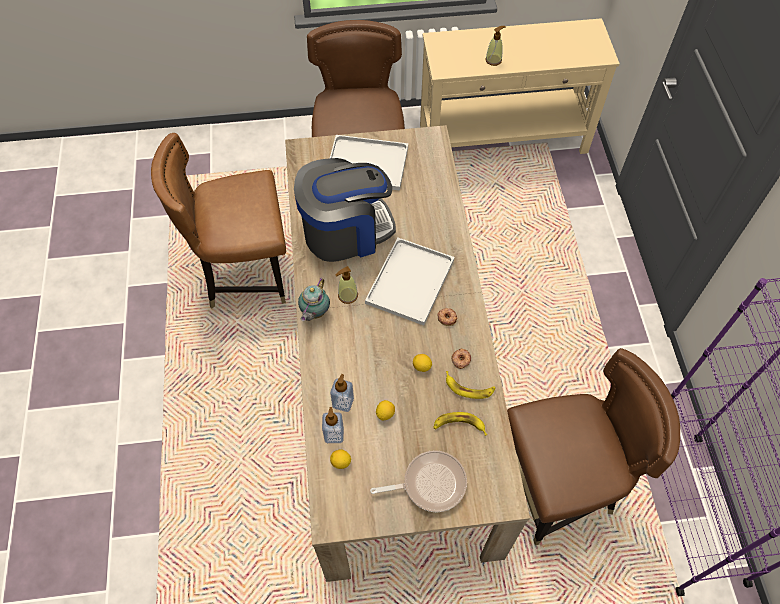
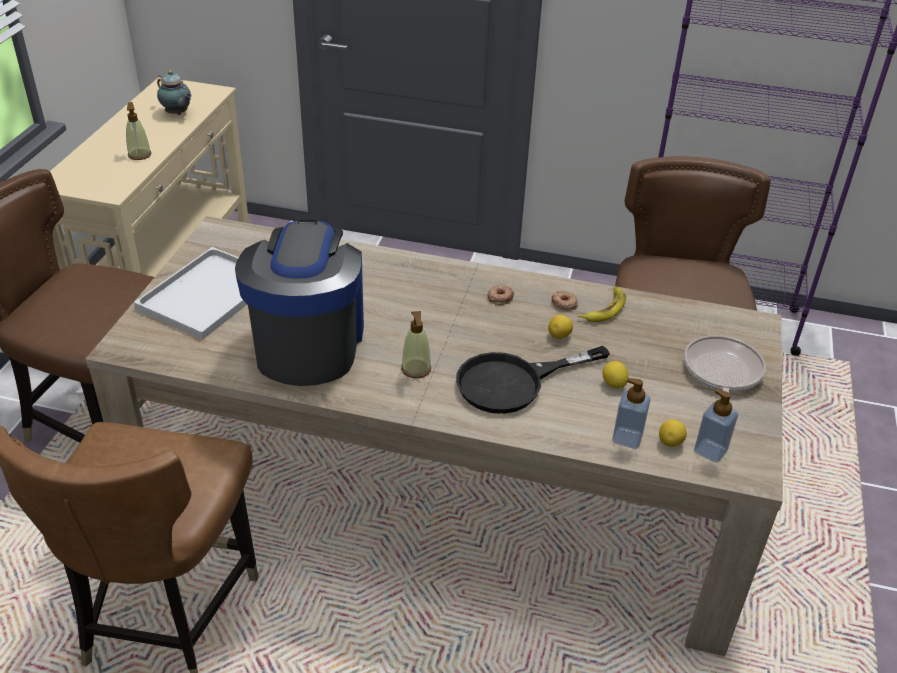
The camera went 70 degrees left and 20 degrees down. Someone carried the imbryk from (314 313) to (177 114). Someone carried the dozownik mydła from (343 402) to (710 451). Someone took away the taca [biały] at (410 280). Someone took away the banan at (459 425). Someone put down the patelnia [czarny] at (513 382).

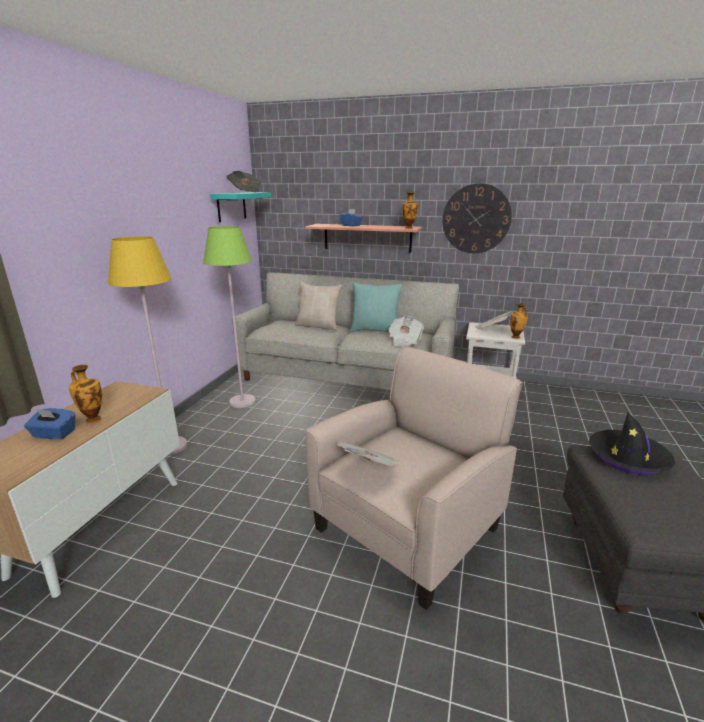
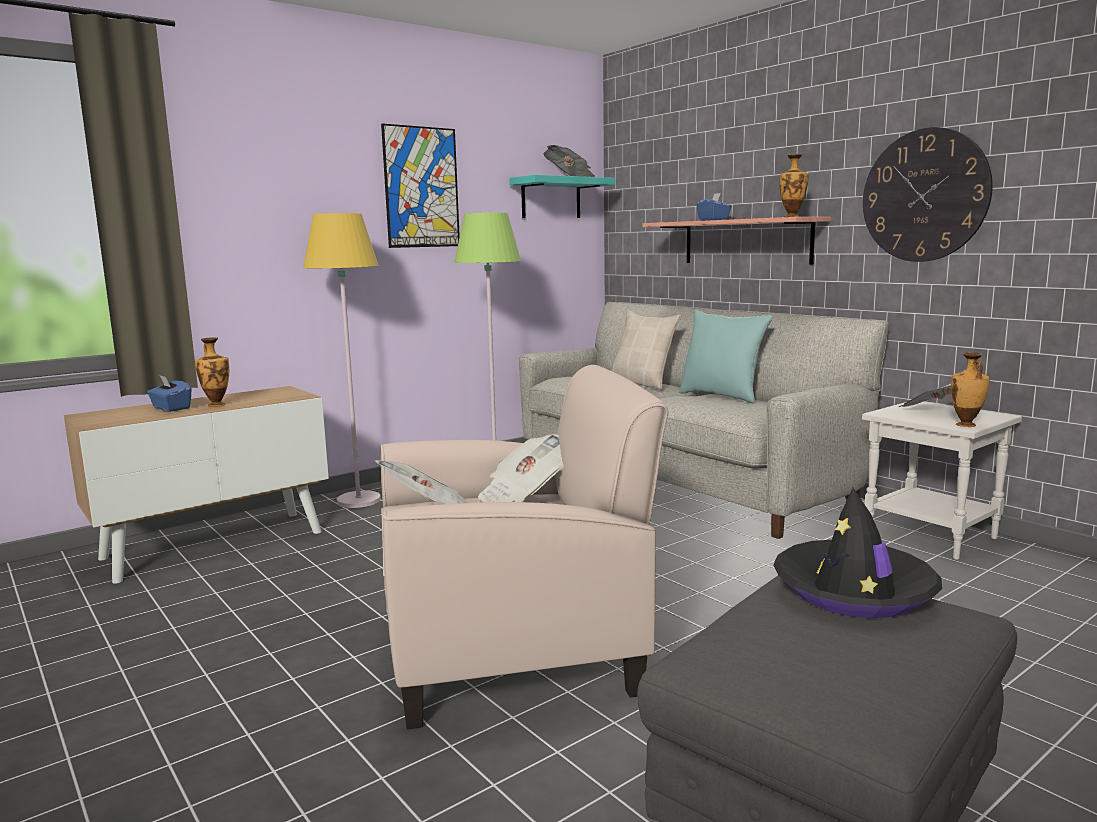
The camera went 35 degrees right and 10 degrees down. Someone carried the gazeta from (404 341) to (524 493). Someone put up the obraz at (421 187).

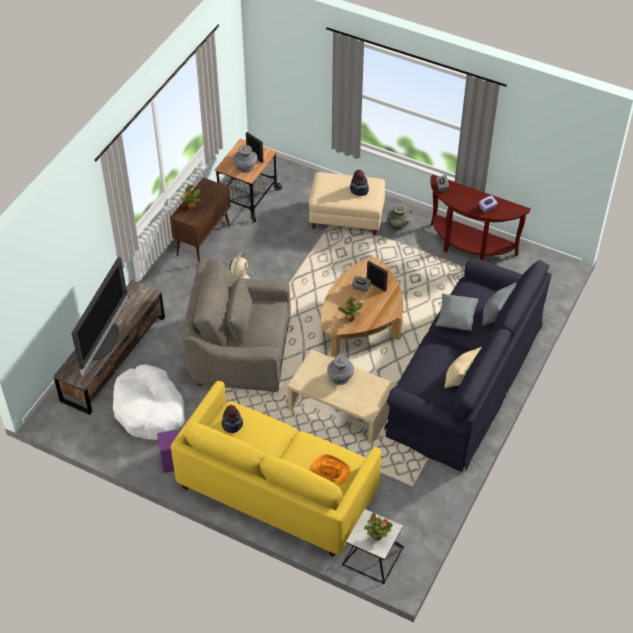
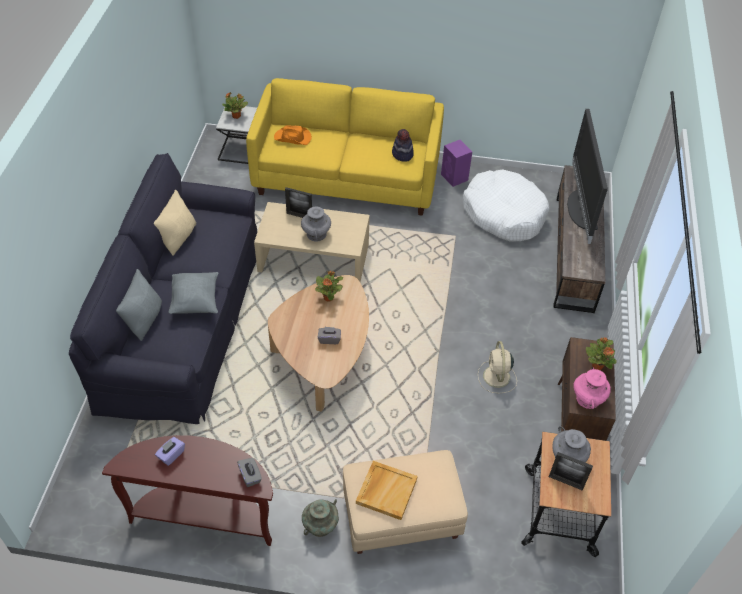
The camera went 160 degrees right and 0 degrees up. Someone took away the fotel [szary] at (240 351). Someone swapped the kapelusz at (359 190) for the taca [beżowy] at (386 490). Someone carried the ramka na zdjęcie from (376 285) to (299 216). Someone put down the wazon [różowy] at (588 398).

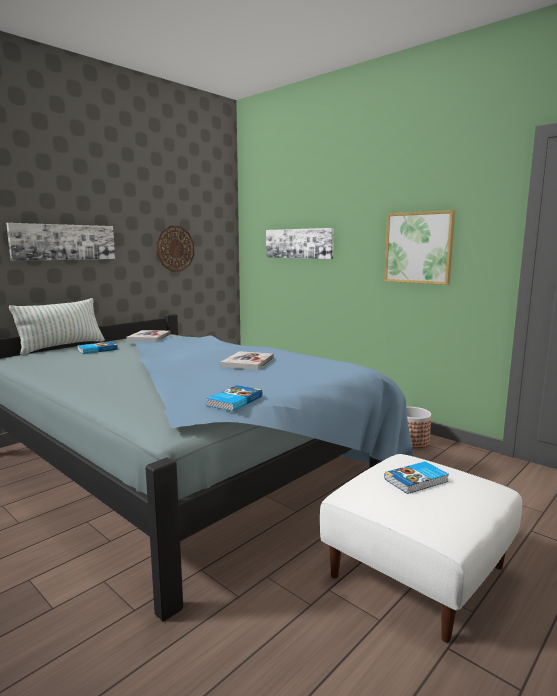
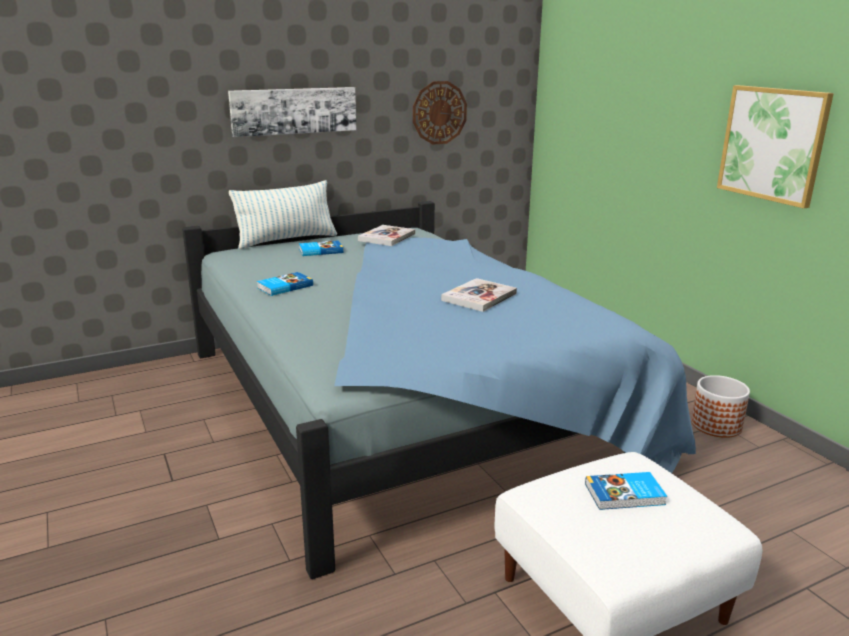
The camera went 20 degrees right and 10 degrees up. Someone carried the książka from (234 401) to (284 286). Someone took away the obraz at (299 243).

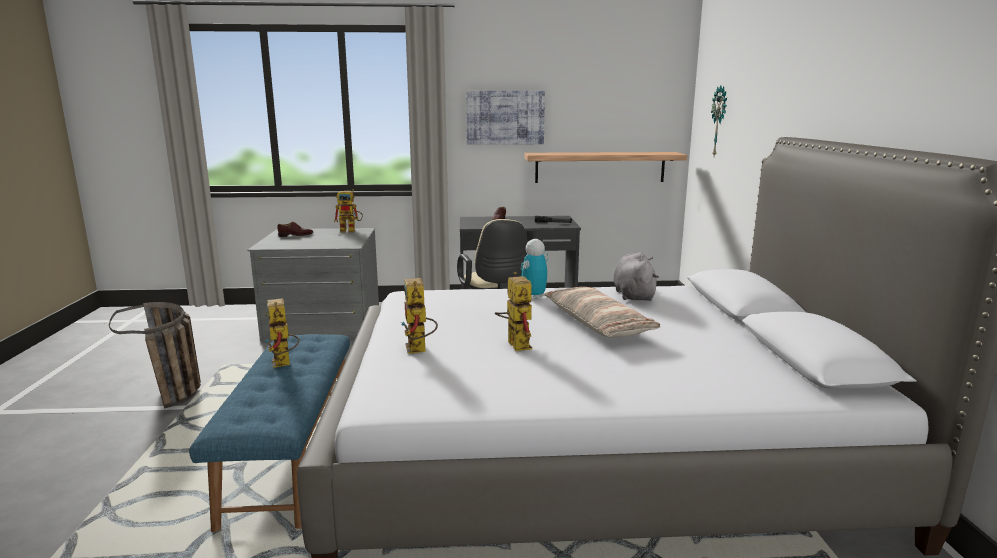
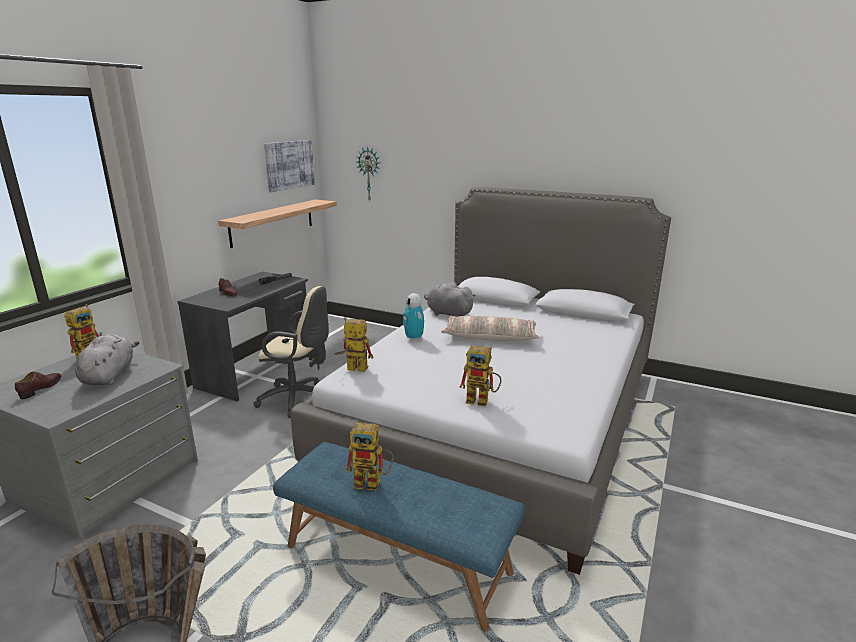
The camera went 60 degrees left and 5 degrees up. Someone carried the obraz from (505 117) to (289 165). Someone carried the robot zabawkowy from (514 343) to (352 369). Someone put down the pluszak [szary] at (109 375).

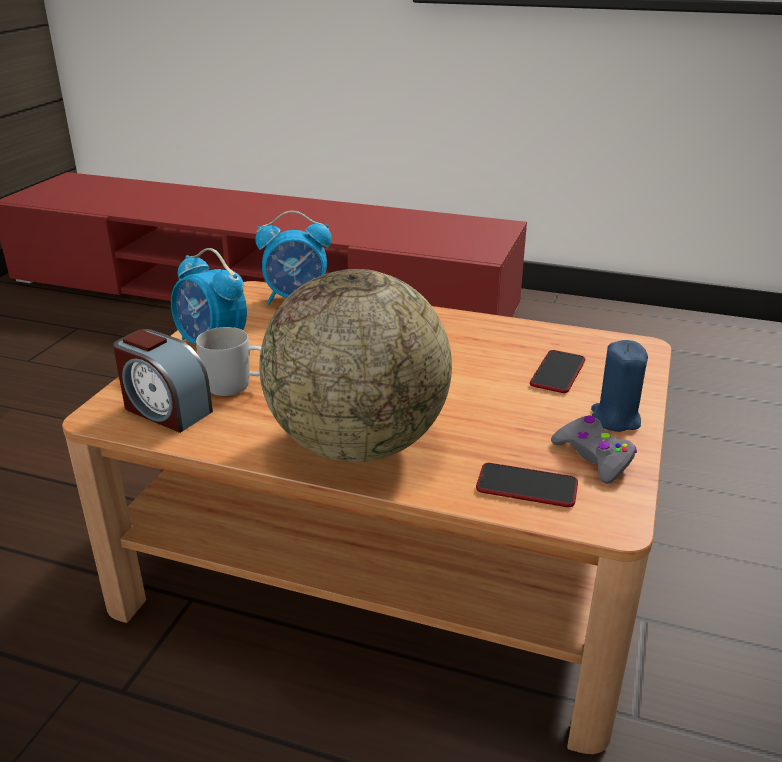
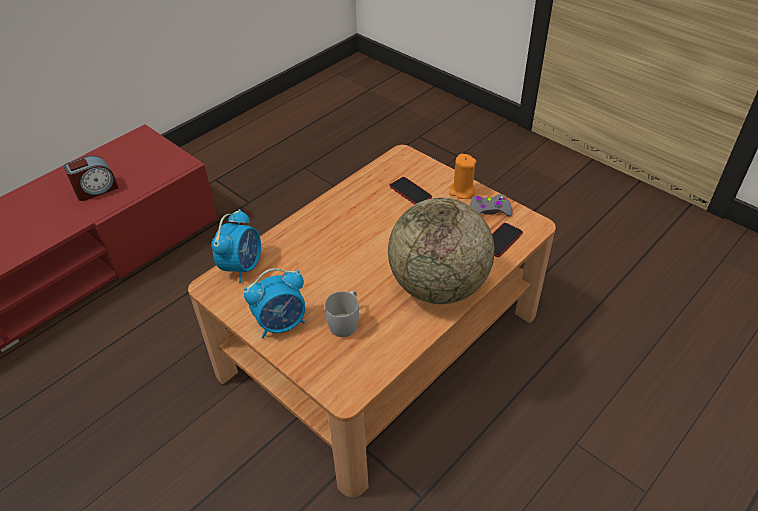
The camera went 65 degrees left and 15 degrees up. Someone carried the budzik from (165 410) to (96 189). Someone repainted the świeca [niebieski] at (615 418), which became the świeca [pomarańczowy] at (462 191).

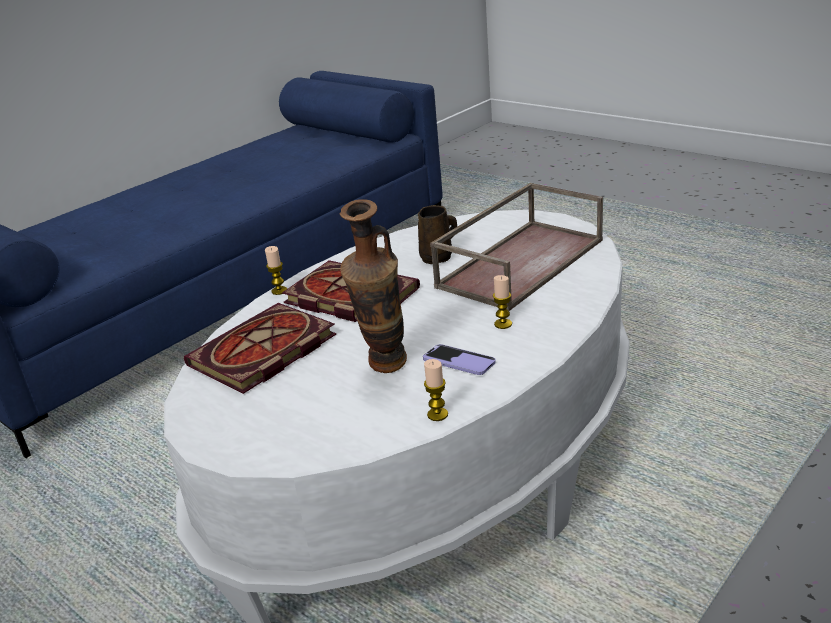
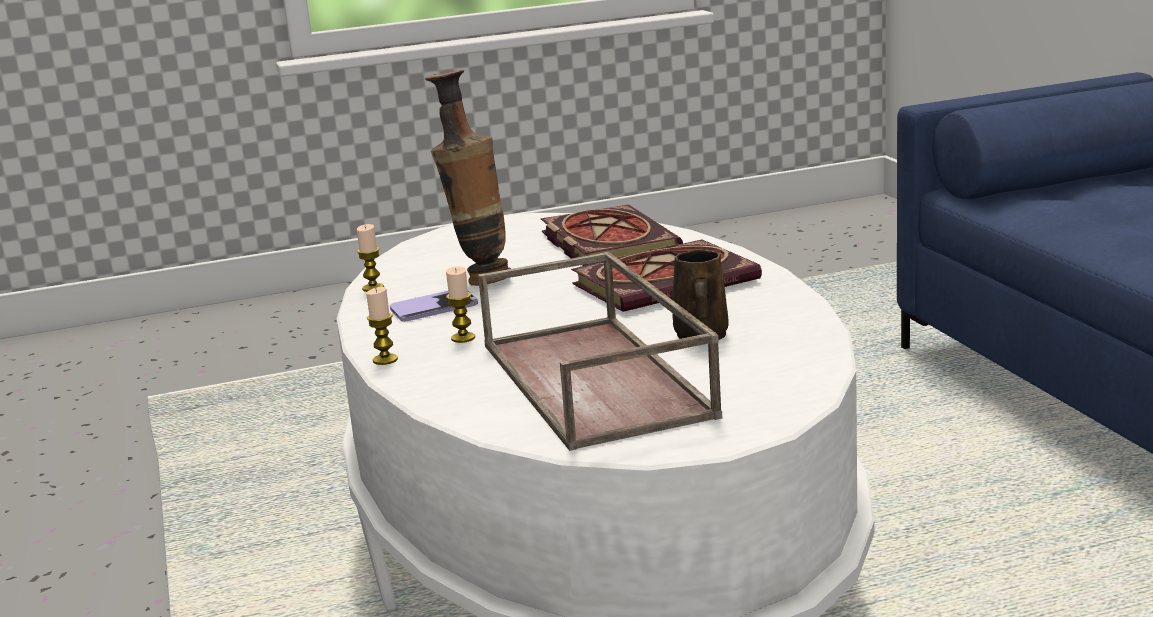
The camera went 120 degrees right and 10 degrees down. Someone carried the świeca from (279 291) to (385 360).

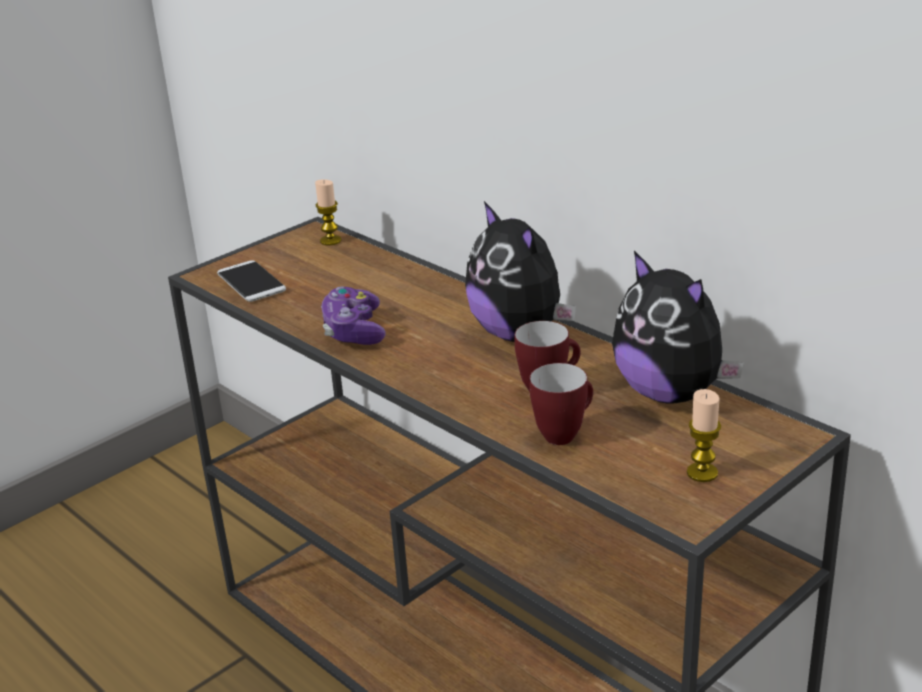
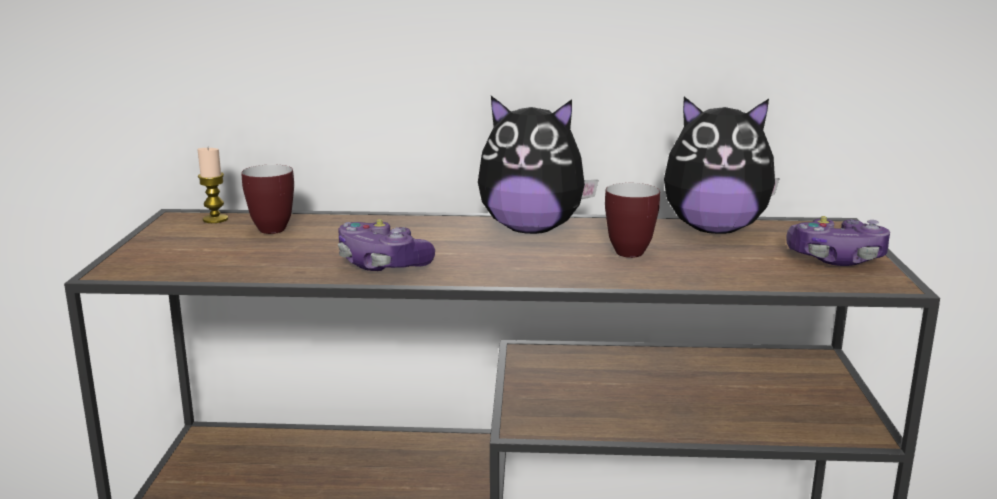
The camera went 45 degrees left and 10 degrees down. Someone took away the telefon at (251 282). Someone carried the kubek from (564 433) to (273 227). Someone swapped the świeca at (702 473) for the pad do gier at (836 259).

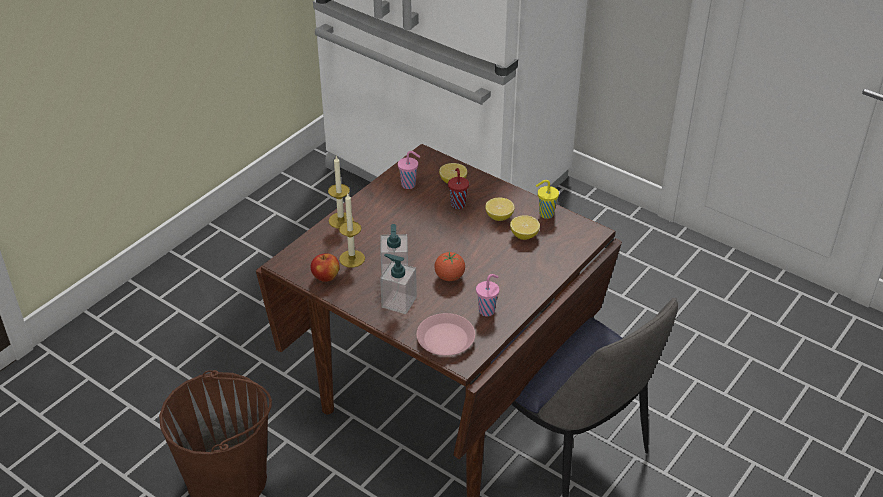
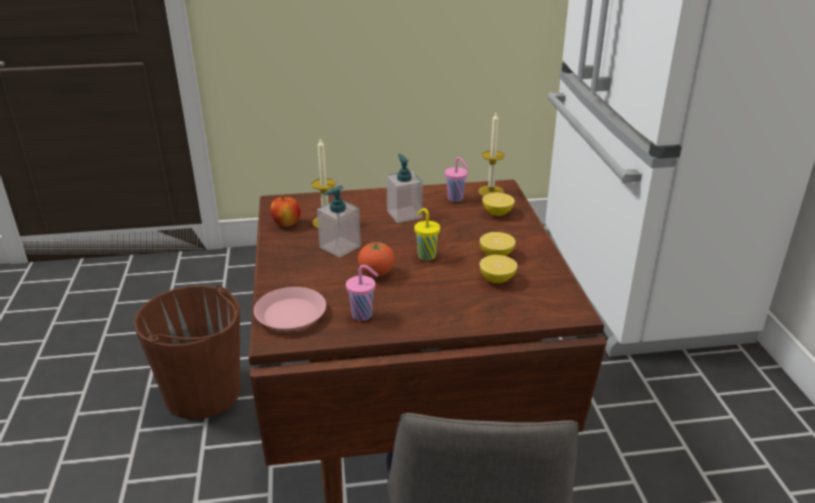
The camera went 45 degrees right and 10 degrees down. Someone carried the świeca from (341 220) to (491 191). Someone carried the dozownik mydła from (398 302) to (404 214). Someone took away the filiżanka [czerwony] at (458 204). Someone carried the filiżanka [żółty] from (545 214) to (426 255).

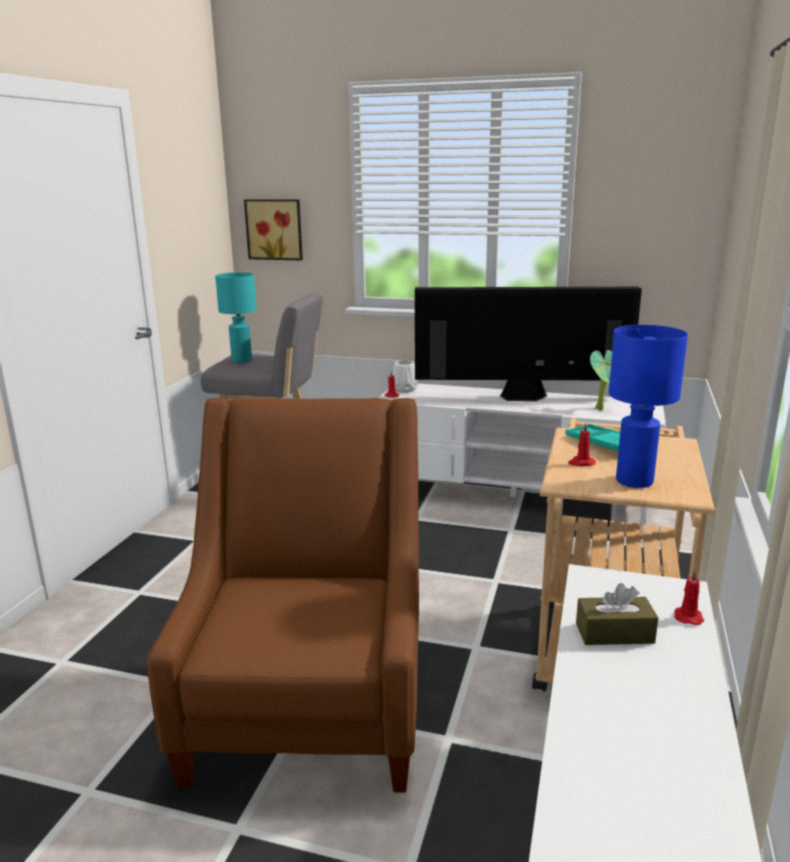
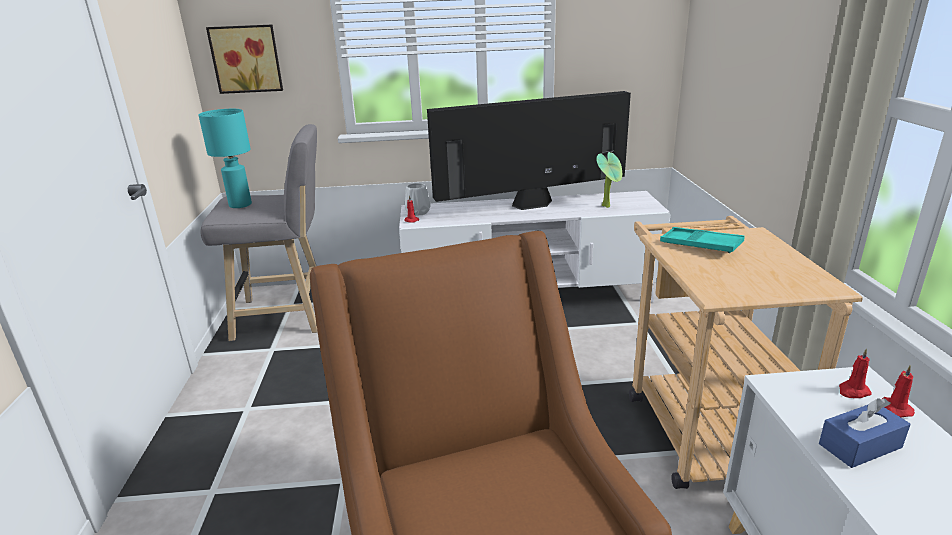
The camera went 20 degrees left and 5 degrees up. Someone carried the świeca [czerwony] from (581 463) to (853 391). Someone repainted the pudełko chusteczek [brązowy] at (614 633), which became the pudełko chusteczek [niebieski] at (860 446). Someone took away the lampa stołowa [niebieski] at (633 481).

